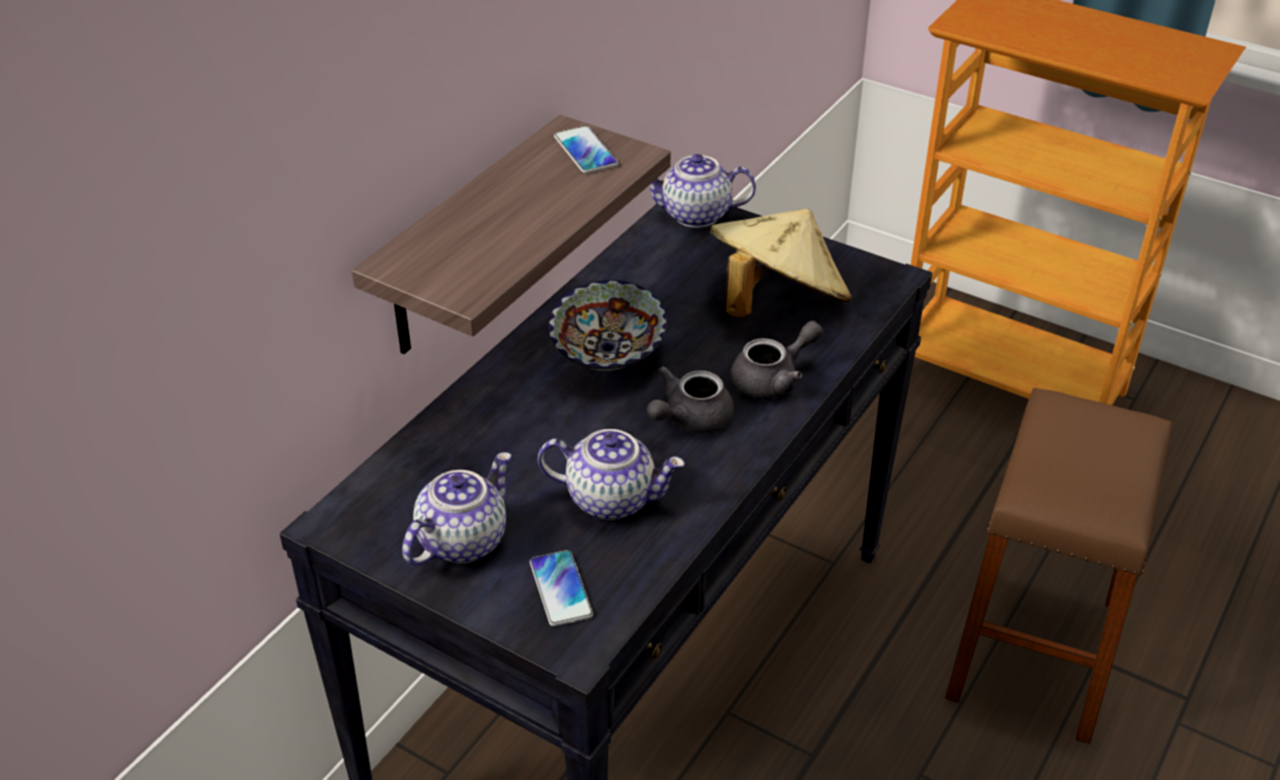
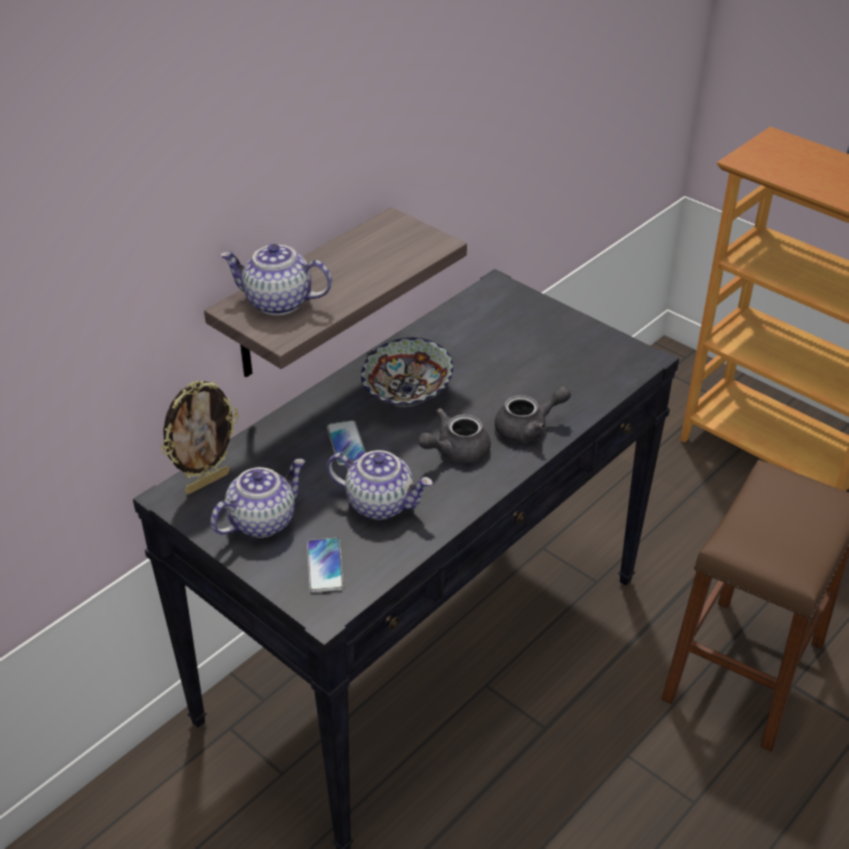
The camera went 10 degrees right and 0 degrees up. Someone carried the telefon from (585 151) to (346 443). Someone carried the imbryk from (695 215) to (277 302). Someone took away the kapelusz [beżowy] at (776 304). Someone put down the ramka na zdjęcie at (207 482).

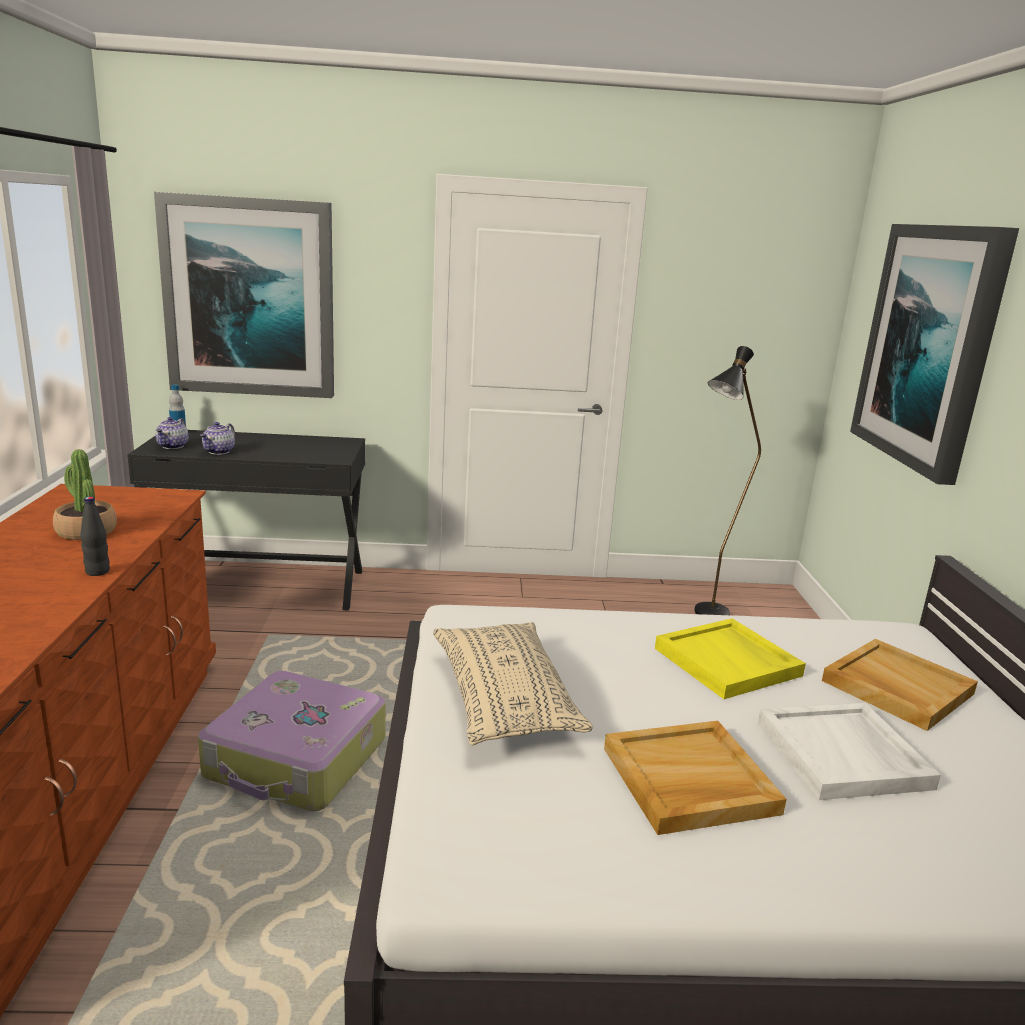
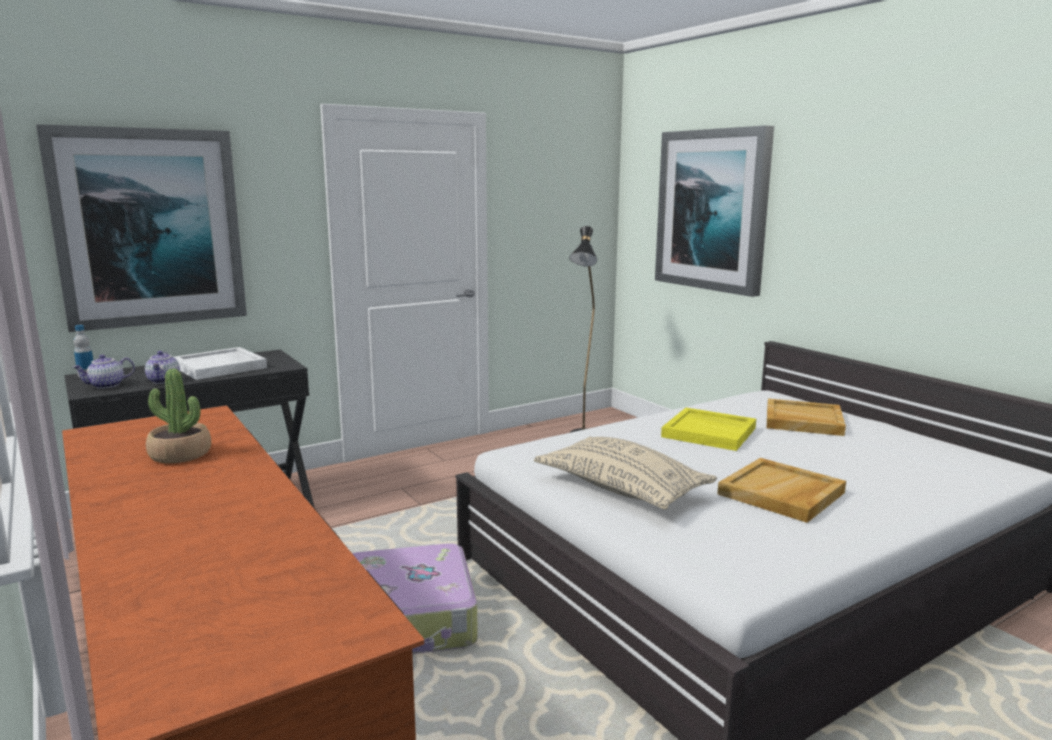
The camera went 30 degrees left and 5 degrees down. Someone took away the butelka [czarny] at (97 572). Someone rotated the imbryk at (173 446) by 75 degrees clockwise. Someone carried the taca [biały] from (844 755) to (220 367).

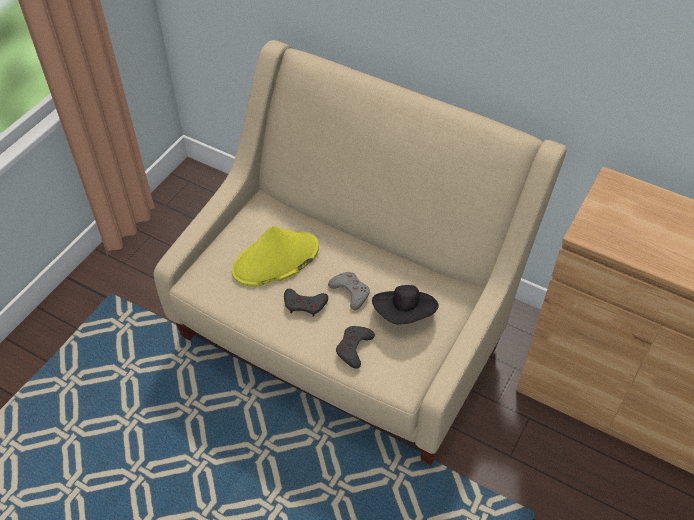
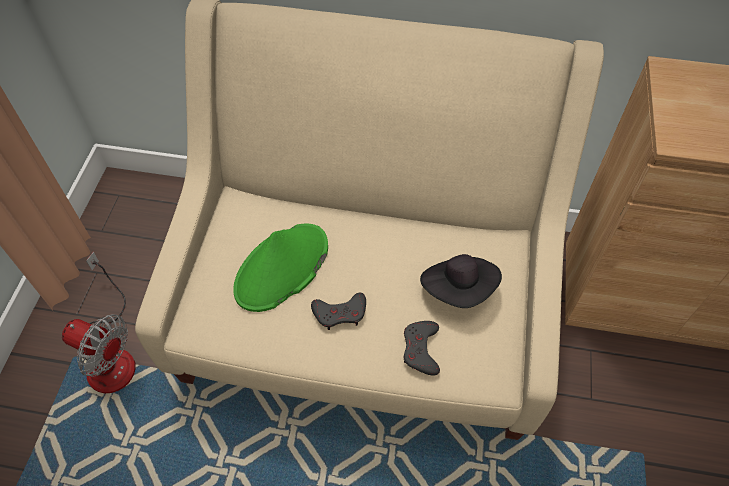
The camera went 20 degrees left and 5 degrees up. Someone repainted the kapelusz [żółty] at (275 260), which became the kapelusz [zielony] at (282 268). Someone took away the pad do gier [szary] at (350 292). Someone put down the wentylator at (111 354).

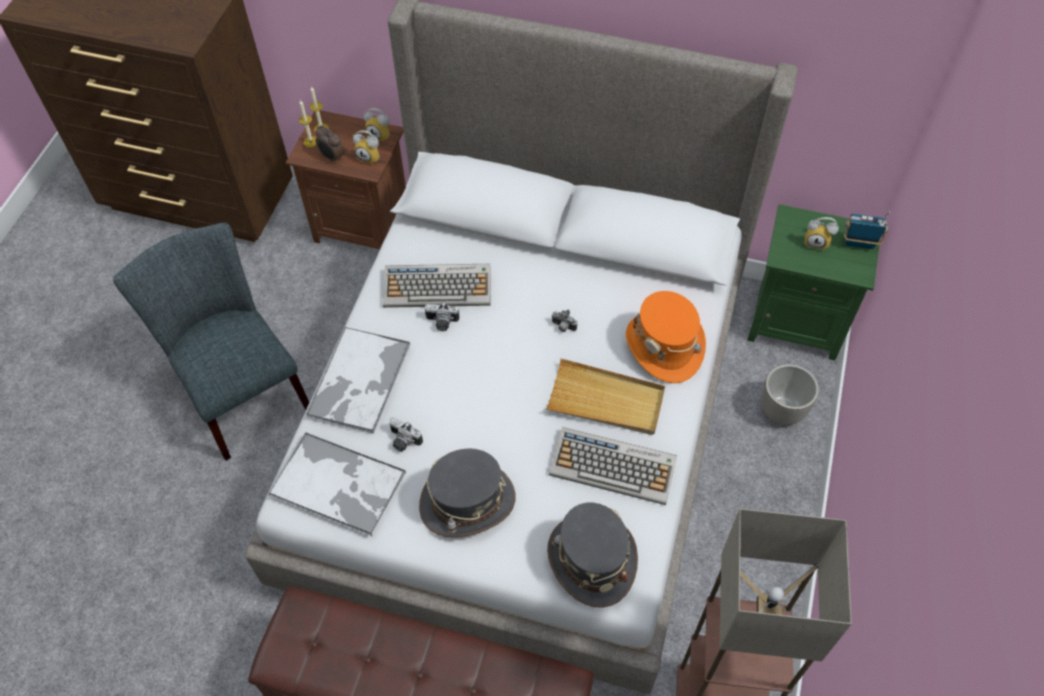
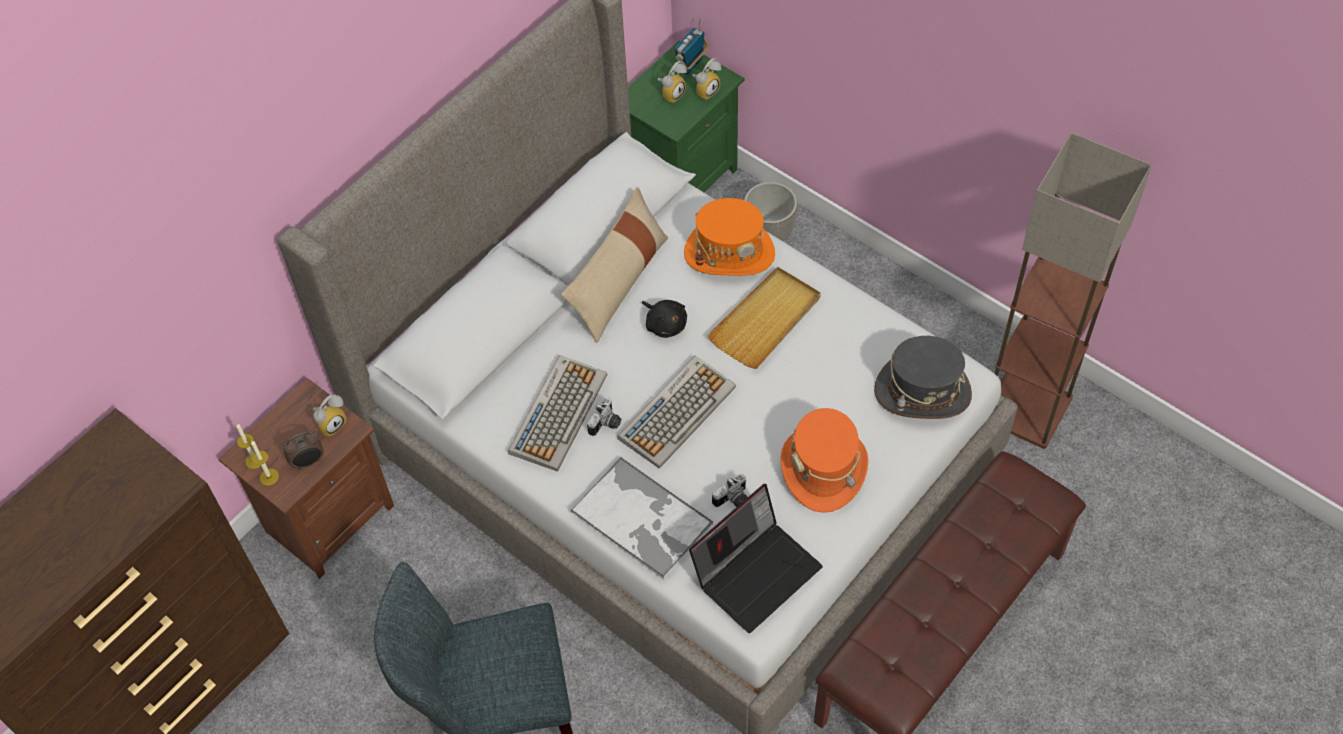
The camera went 65 degrees left and 0 degrees up. Someone swapped the taca at (339 484) for the laptop at (756 571). Someone carried the budzik from (381 135) to (706 90). Someone repainted the kapelusz [szary] at (467 502), which became the kapelusz [pomarańczowy] at (823 469). Someone carried the klawiatura from (614 466) to (677 411). Someone swapped the aparat fotograficzny at (563 327) for the pluszak [czarny] at (665 324). Someone put down the poduszka [beżowy] at (618 282).

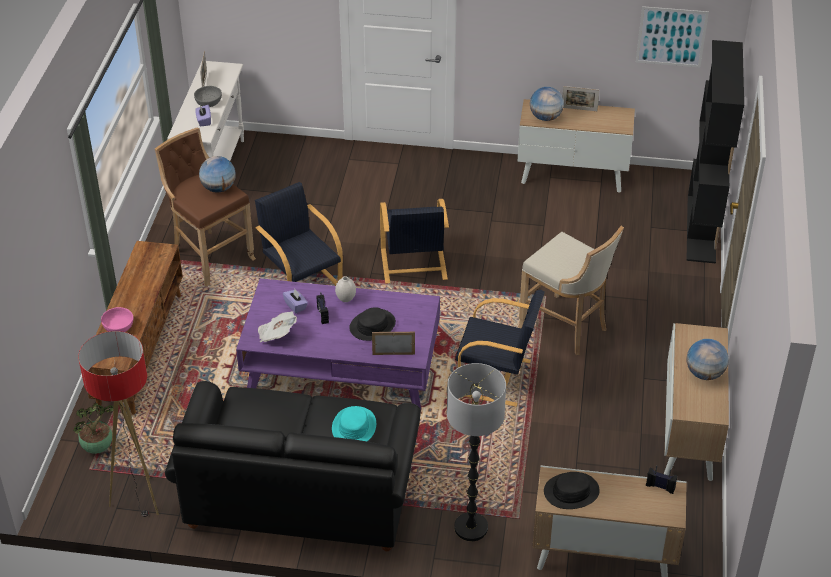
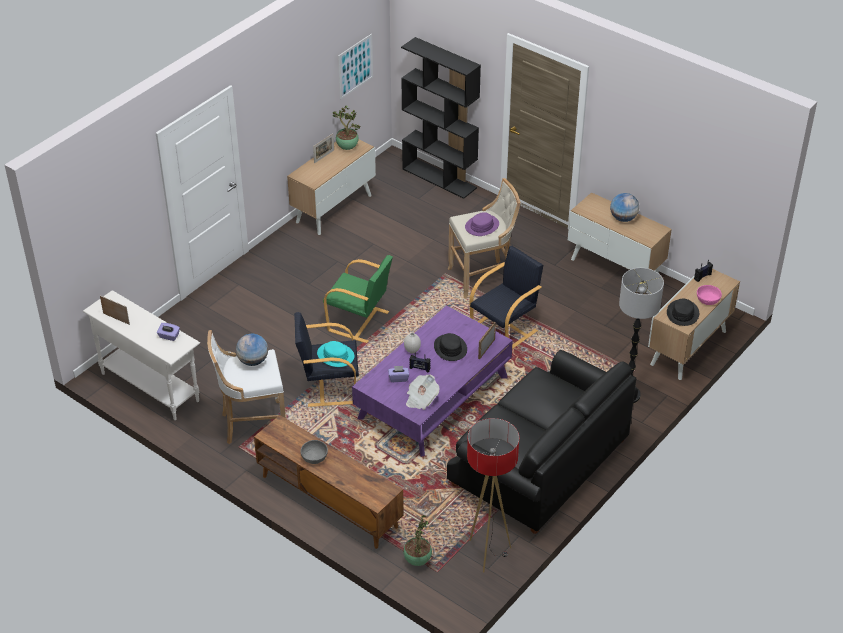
The camera went 60 degrees left and 0 degrees up. Someone carried the miska [różowy] from (119 327) to (708 300). Someone repainted the stołek [brązowy] at (210 255), which became the stołek [biały] at (252 424). Someone carried the miska [szary] from (208 102) to (314 457). Someone carried the kapelusz [turkusowy] from (353 427) to (335 355). Someone repainted the fotel [czarny] at (413 265), which became the fotel [zielony] at (359 322). Someone took away the globus at (545 117). Someone put down the roślina doniczkowa at (346 147). Someone put down the kapelusz [fioletowy] at (482 226).

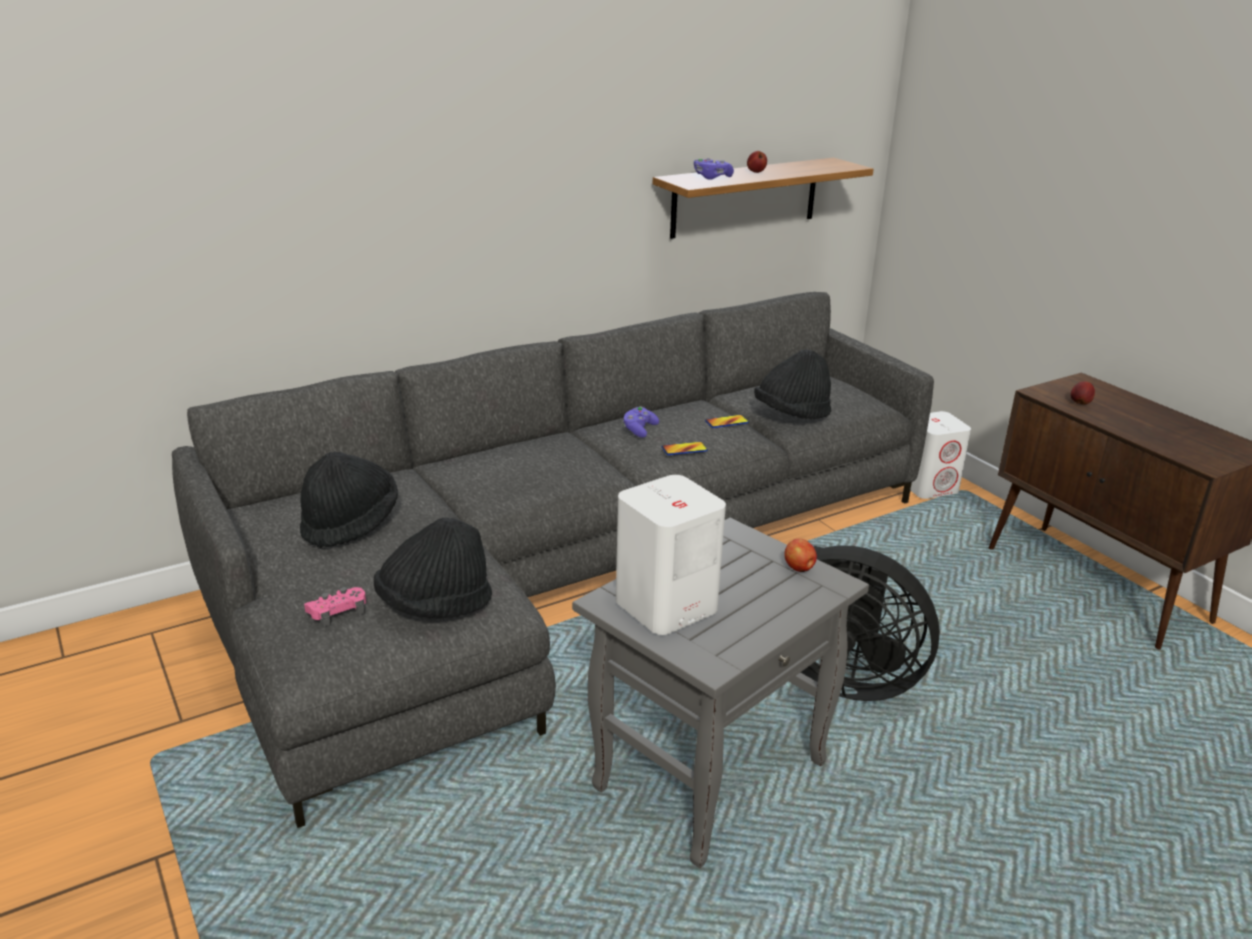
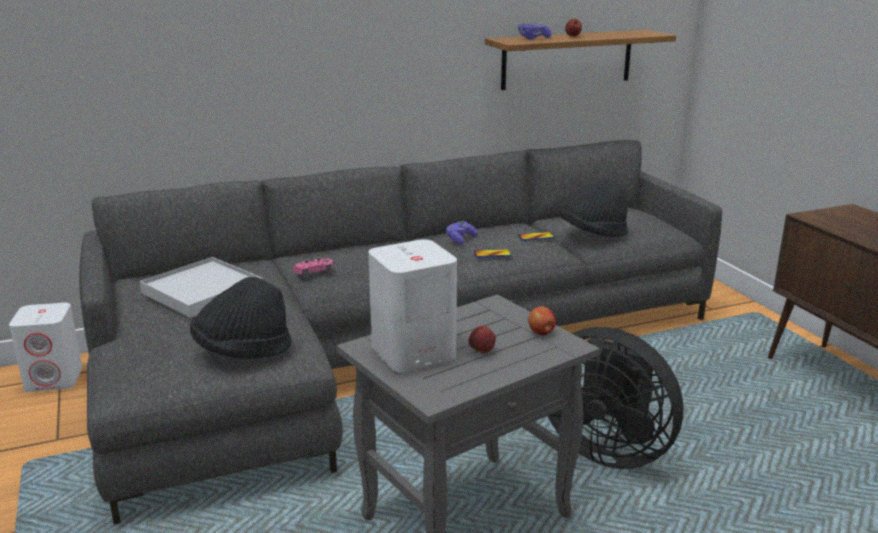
The camera went 10 degrees right and 5 degrees down. Someone swapped the kapelusz [czarny] at (350 523) for the taca [biały] at (202 291). Someone carried the pad do gier [różowy] from (337 611) to (314 272). Someone carried the głośnik [biały] from (928 486) to (54 379). Someone carried the jabłko from (1080 403) to (481 352).

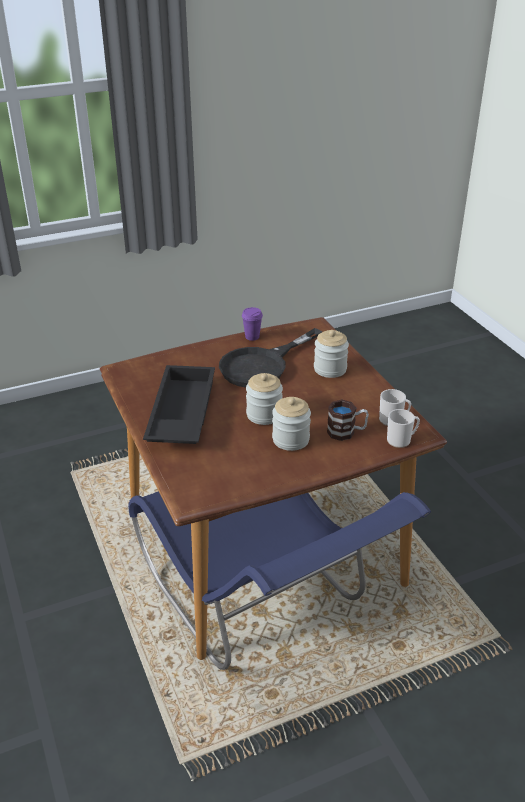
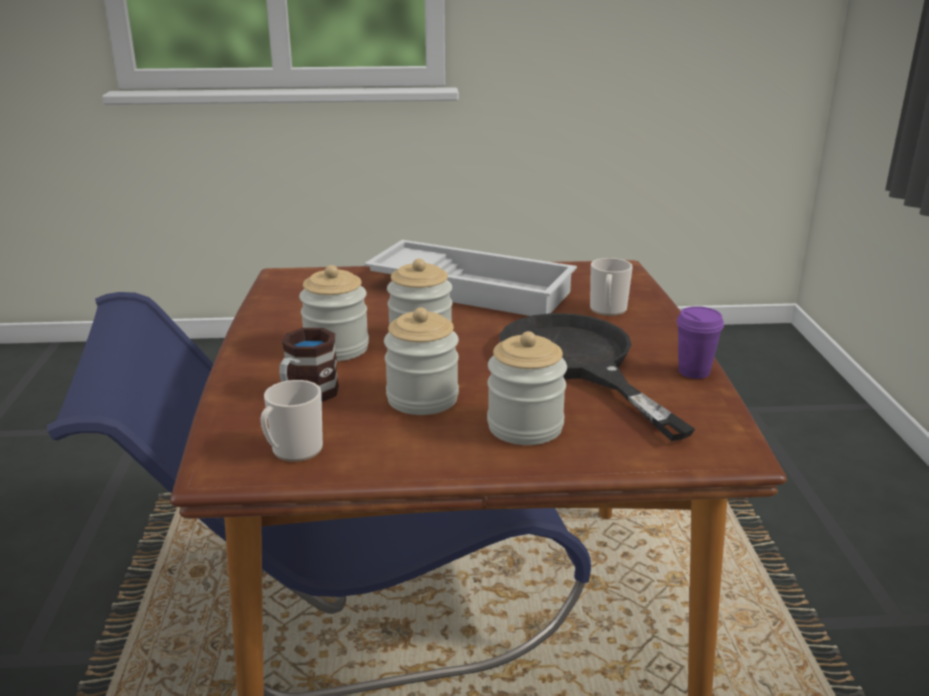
The camera went 110 degrees right and 10 degrees down. Someone repainted the taca [czarny] at (180 413), which became the taca [biały] at (473 289). Someone carried the kubek from (401 440) to (607 310). Someone put down the słoik at (422 398).

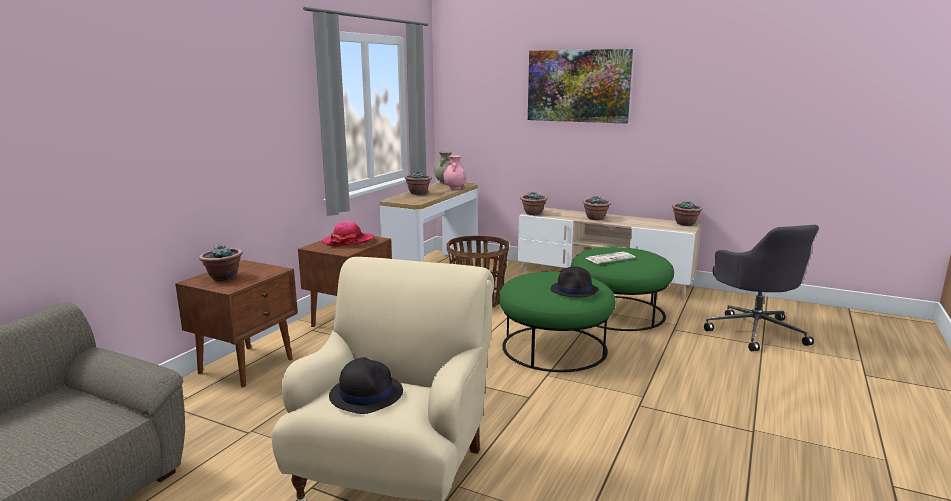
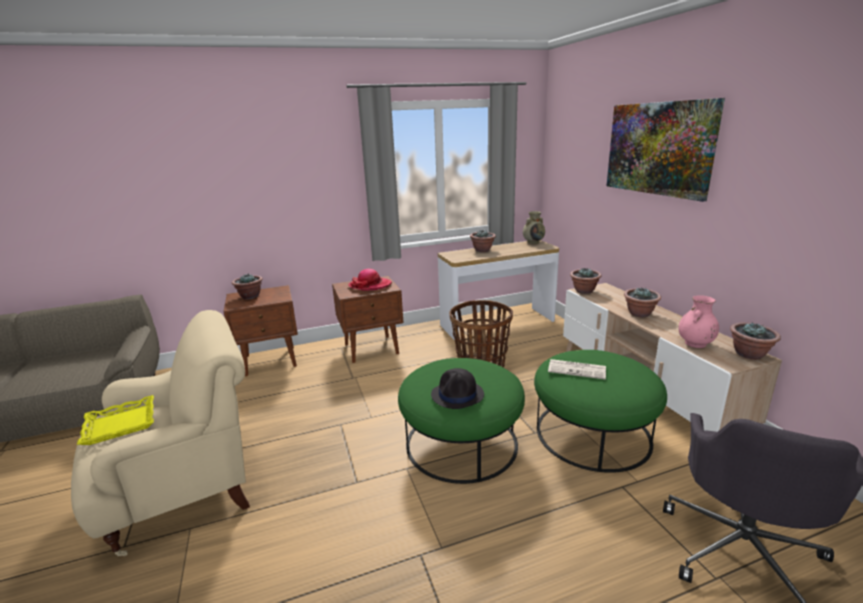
The camera went 45 degrees right and 5 degrees up. Someone swapped the kapelusz [czarny] at (366 394) for the taca [żółty] at (120 424). Someone carried the wazon [różowy] from (455 188) to (695 344).

